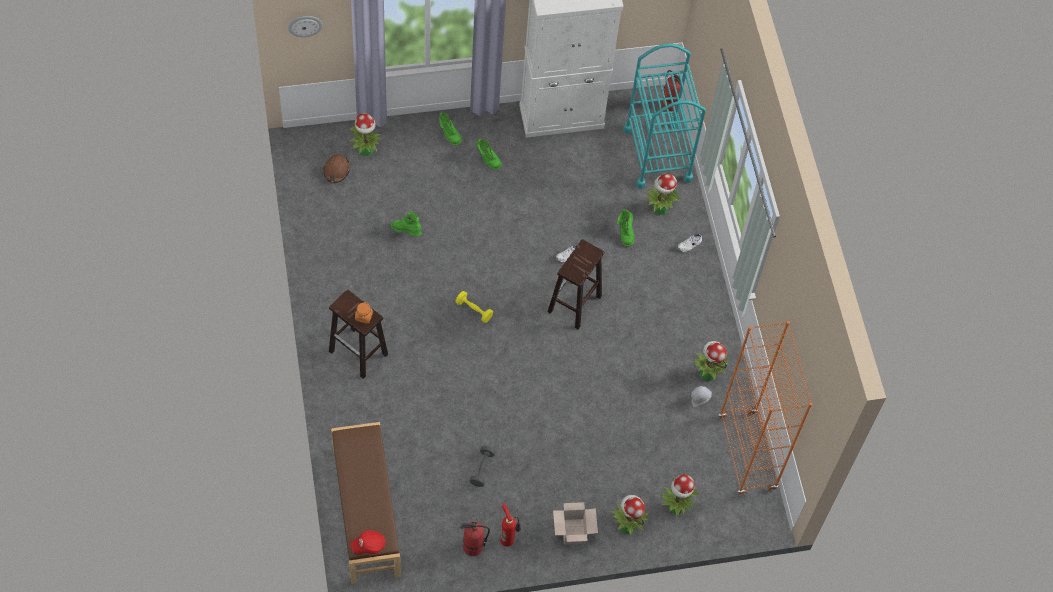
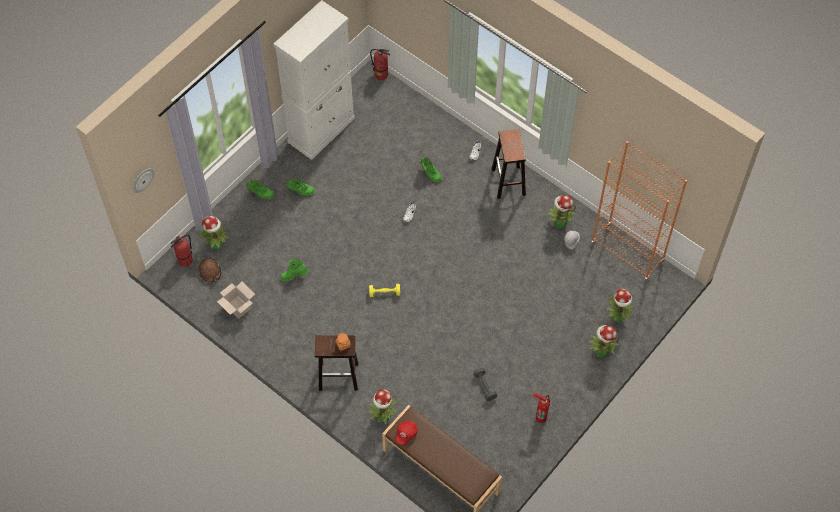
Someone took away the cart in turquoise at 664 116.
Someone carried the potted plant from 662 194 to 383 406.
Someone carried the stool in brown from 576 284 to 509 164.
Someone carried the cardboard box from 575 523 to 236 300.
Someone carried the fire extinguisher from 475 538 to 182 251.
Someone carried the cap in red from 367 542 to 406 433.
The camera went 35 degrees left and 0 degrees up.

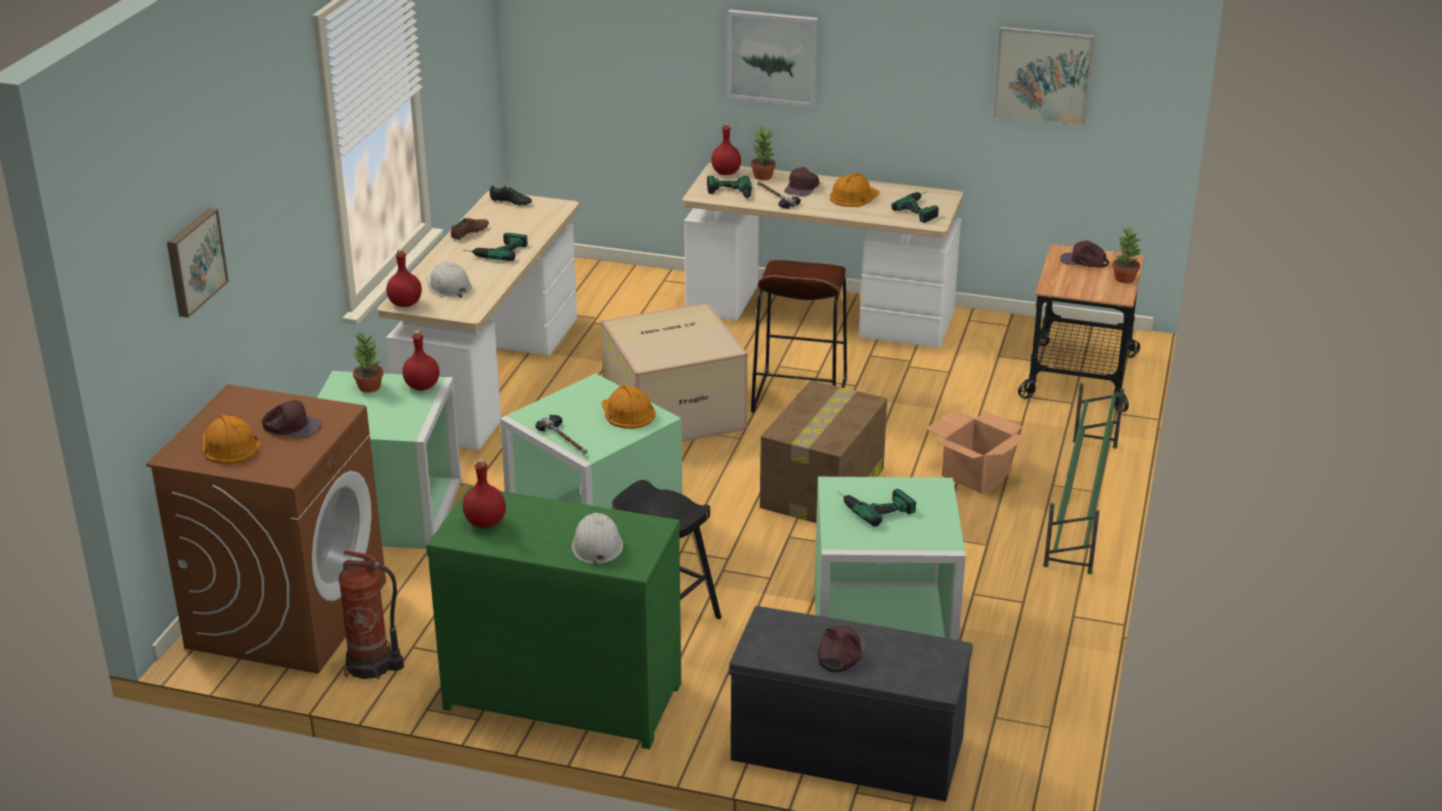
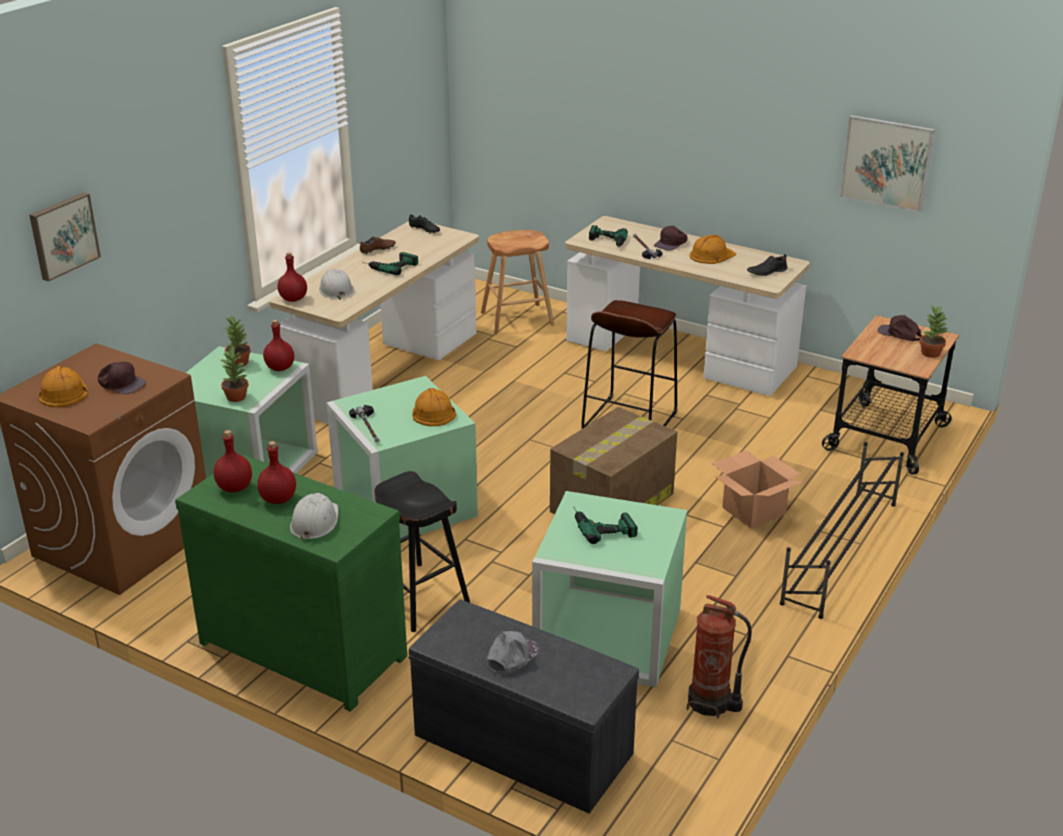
Someone took away the picture at 773 58.
Someone carried the bottle in red from 726 149 to 276 472.
Someone carried the potted plant from 763 152 to 234 374.
Someone swapped the power drill at 915 207 for the shoe in black at 767 265.
Someone took away the cardboard box at 674 372.
Someone repainted the shoe rack in green at 1083 478, which became the shoe rack in black at 842 530.
Someone carried the fire extinguisher from 371 615 to 719 656.
Someone repainted the cap in brown at 842 649, which became the cap in grey at 512 653.
Someone put down the stool in brown at 517 282.
The camera went 15 degrees right and 0 degrees up.

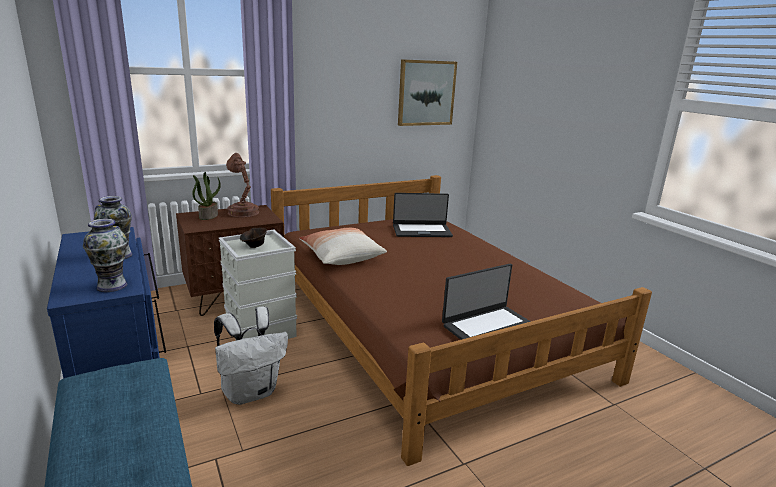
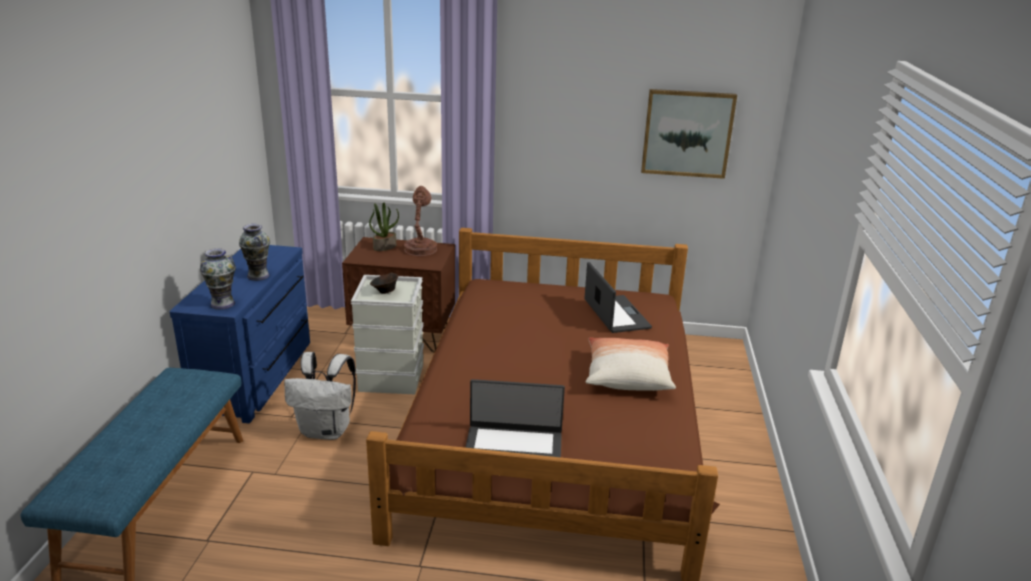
Someone rotated the laptop at 423 215 by 135 degrees counterclockwise.
Someone carried the pillow from 343 246 to 630 364.
The camera went 35 degrees right and 5 degrees up.

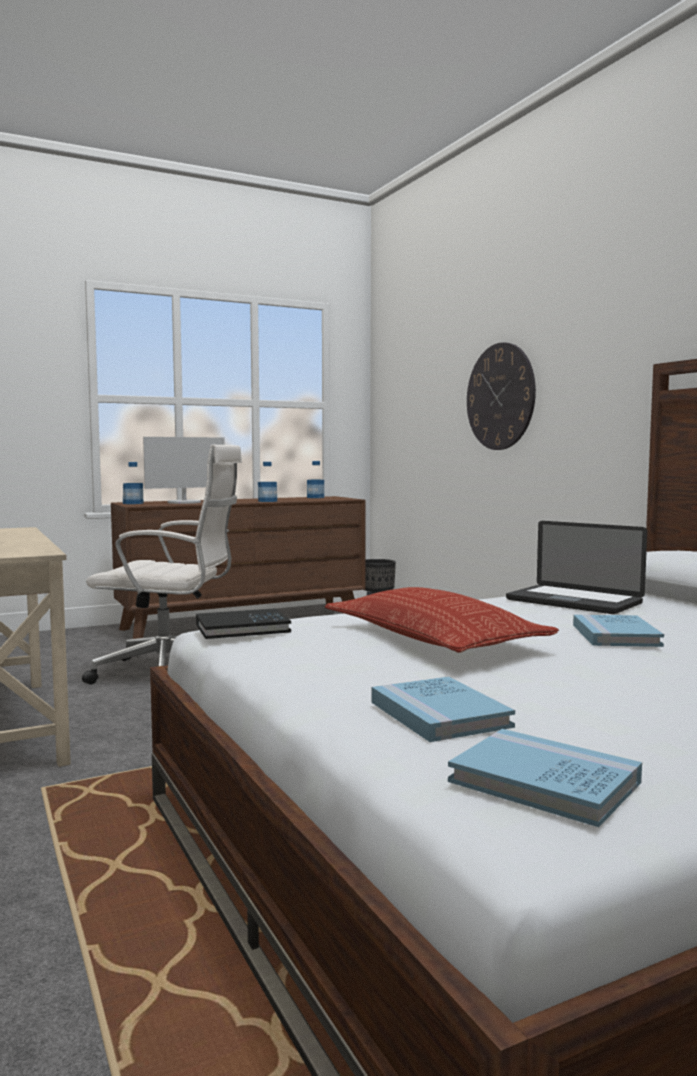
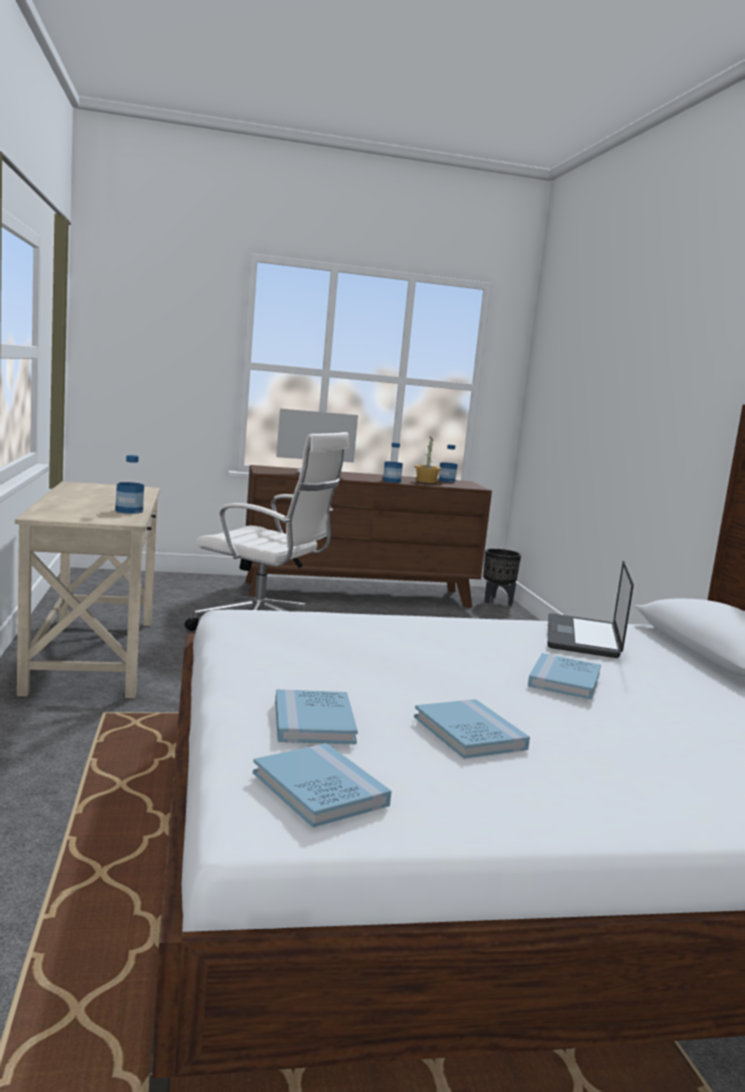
Someone took away the wall clock at 501 396.
Someone carried the bottle from 133 483 to 129 484.
Someone rotated the laptop at 576 567 by 45 degrees clockwise.
Someone took away the pillow at 442 620.
Someone took away the book in black at 243 623.
Someone put down the potted plant at 428 459.
Someone put down the book in blue at 472 729.
The camera went 15 degrees right and 5 degrees up.

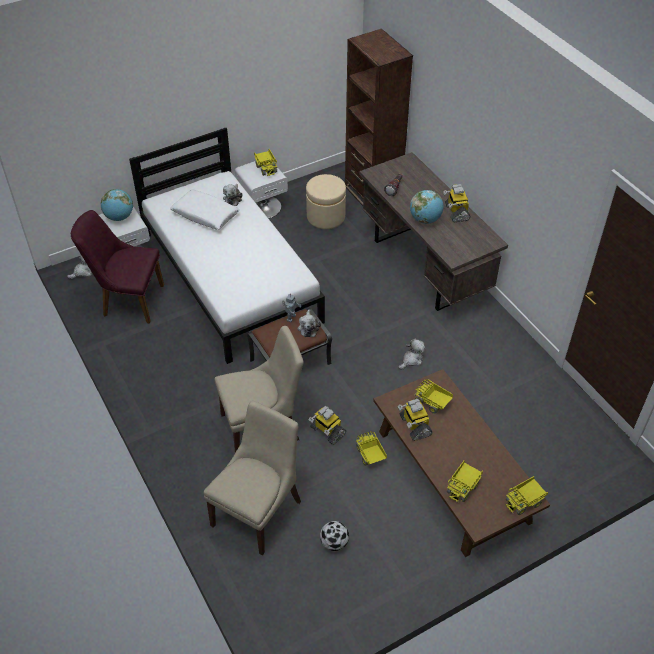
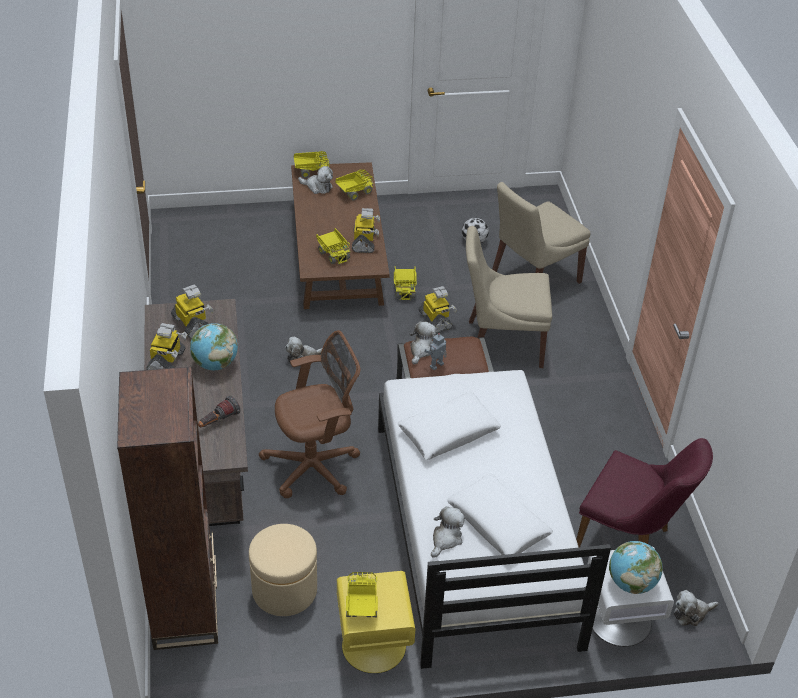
Someone repainted the nightstand in white at 261 190, which became the nightstand in yellow at 376 622.
Someone put down the plush toy at 315 180.
Someone put down the toy robot at 192 312.
Someone put down the office chair in brown at 309 414.
Someone put down the pillow in white at 449 426.
The camera went 160 degrees left and 5 degrees down.

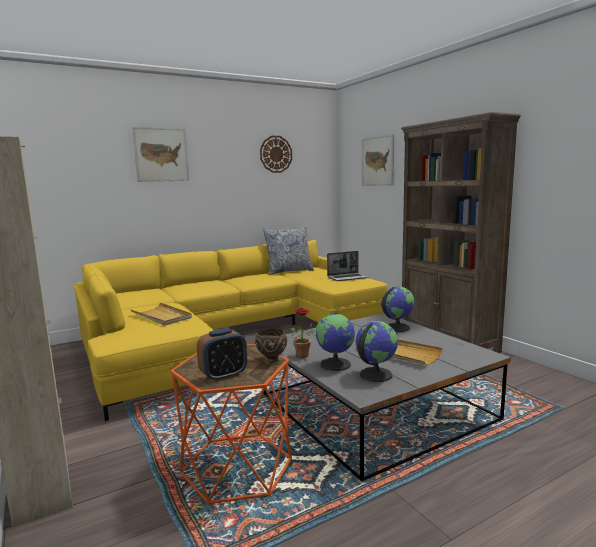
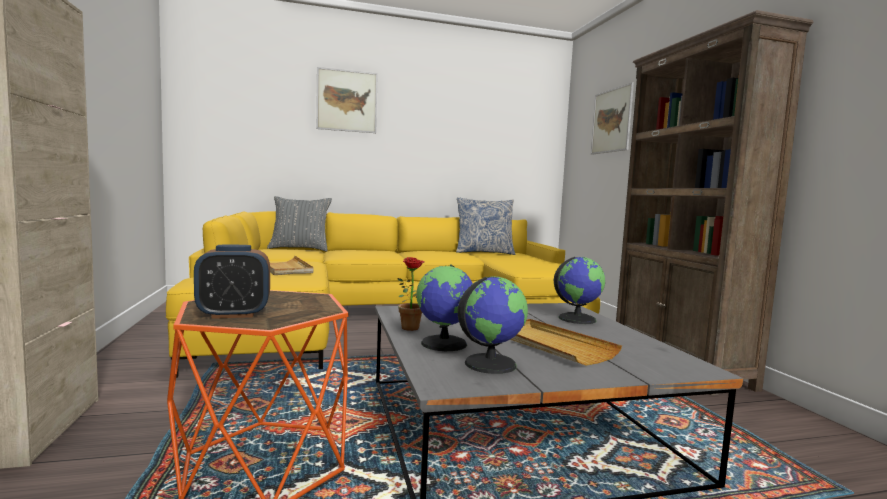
Someone took away the wall clock at 276 154.
Someone took away the laptop at 347 266.
Someone took away the bowl in brown at 271 345.
Someone put down the pillow in grey at 299 223.
The camera went 15 degrees right and 5 degrees down.

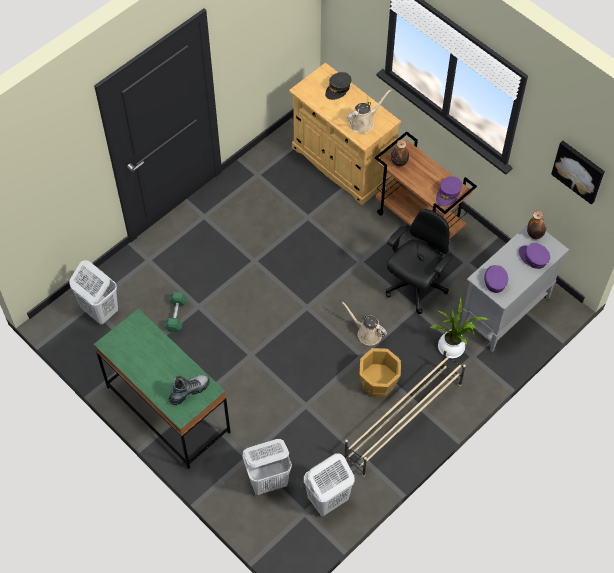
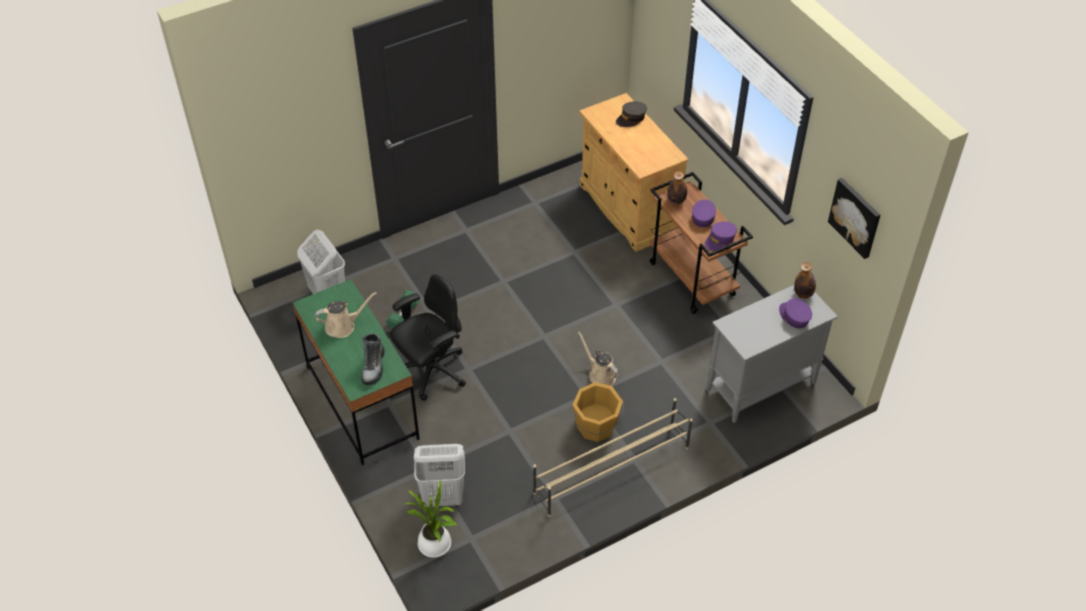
Someone carried the watering can in beige from 369 111 to 346 315.
Someone carried the office chair in black from 419 261 to 428 337.
Someone carried the cap in purple from 496 279 to 704 213.
Someone carried the potted plant from 460 327 to 431 519.
Someone rotated the boot at 189 389 by 120 degrees clockwise.
Someone took away the laundry basket in white at 329 484.
The camera went 15 degrees right and 10 degrees down.

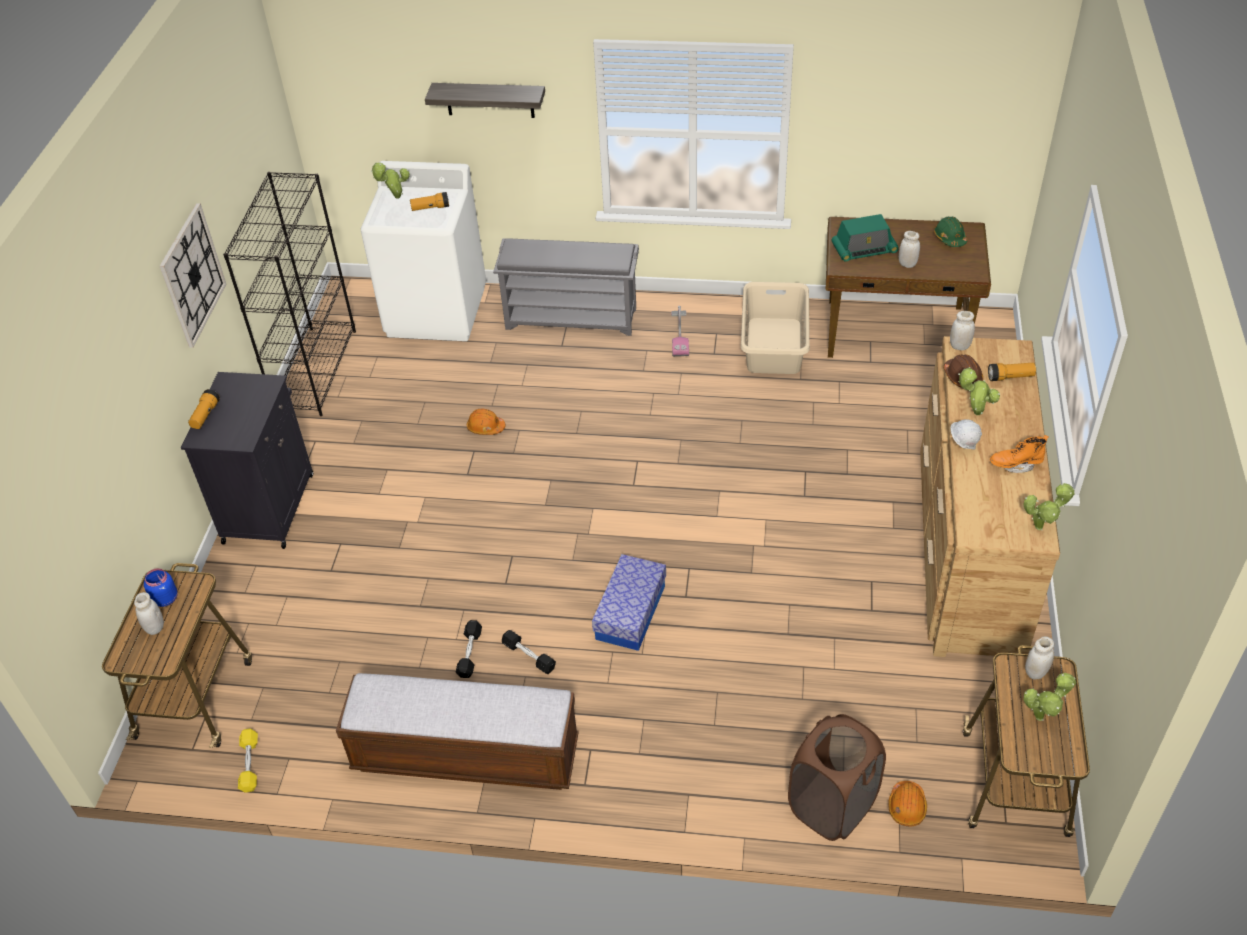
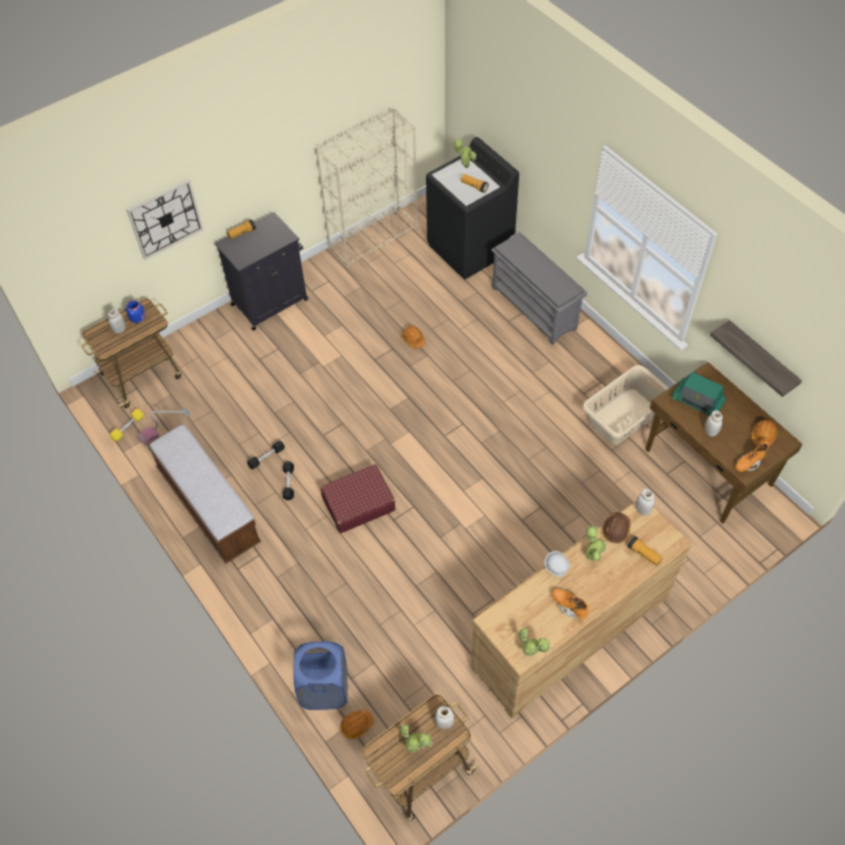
Someone carried the shelf from 485 100 to 756 358.
Someone repainted the washing machine in white at 423 251, which became the washing machine in black at 472 208.
Someone repainted the bookcase in black at 289 294, which became the bookcase in beige at 366 188.
Someone carried the wall clock from 193 275 to 164 219.
Someone repainted the hard hat in green at 950 232, which became the hard hat in orange at 764 433.
Someone carried the vacuum cleaner from 680 331 to 164 426.
Someone swapped the storage box at 629 602 for the suitcase in red at 358 498.
Someone repainted the laundry basket in brown at 837 777, which became the laundry basket in blue at 321 675.
Someone put down the boot in orange at 752 456.
The camera went 45 degrees right and 10 degrees up.

